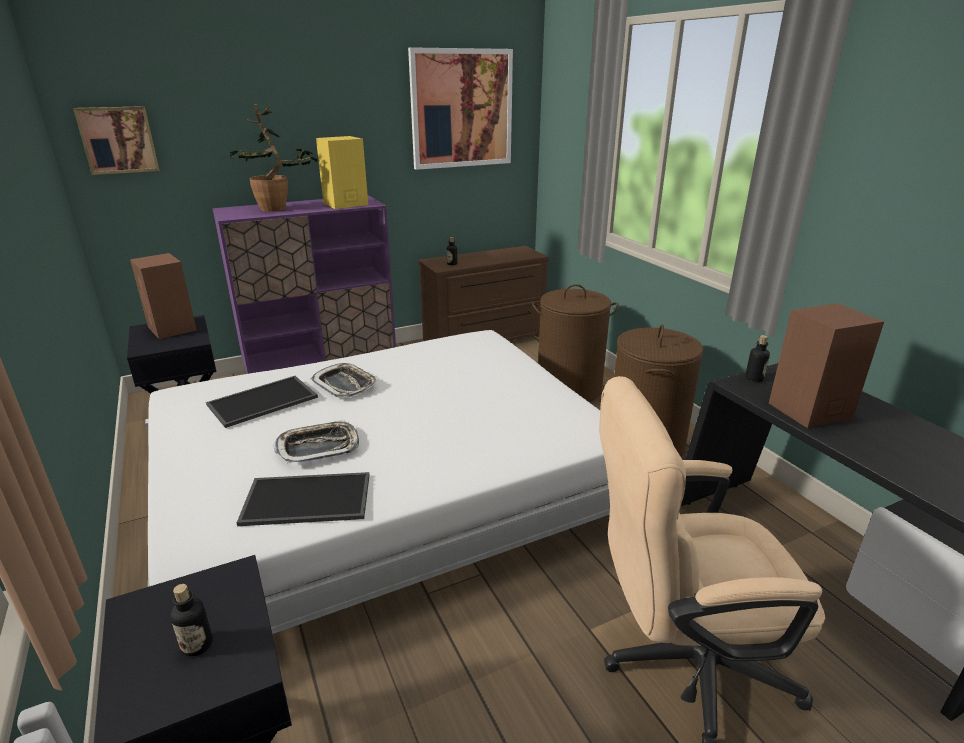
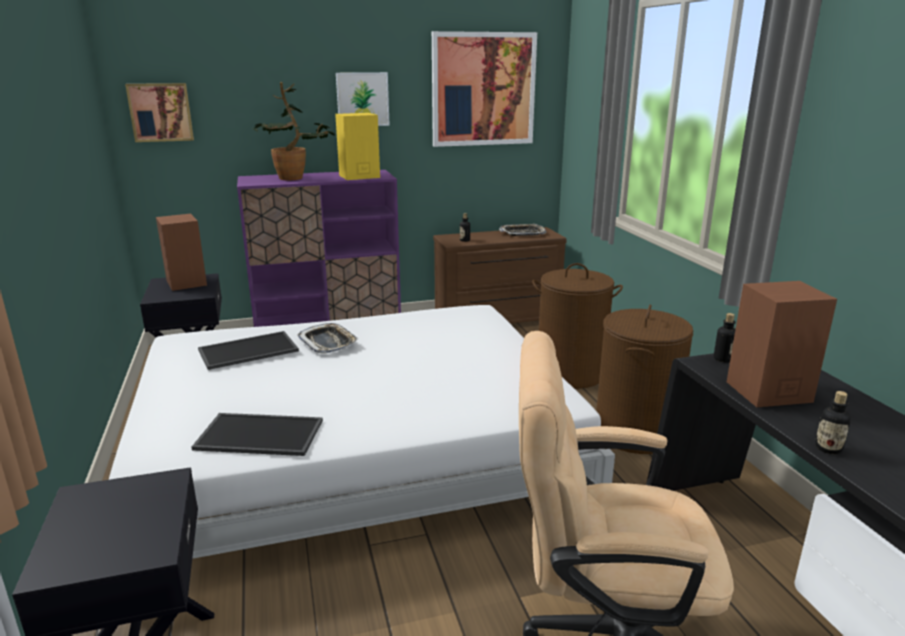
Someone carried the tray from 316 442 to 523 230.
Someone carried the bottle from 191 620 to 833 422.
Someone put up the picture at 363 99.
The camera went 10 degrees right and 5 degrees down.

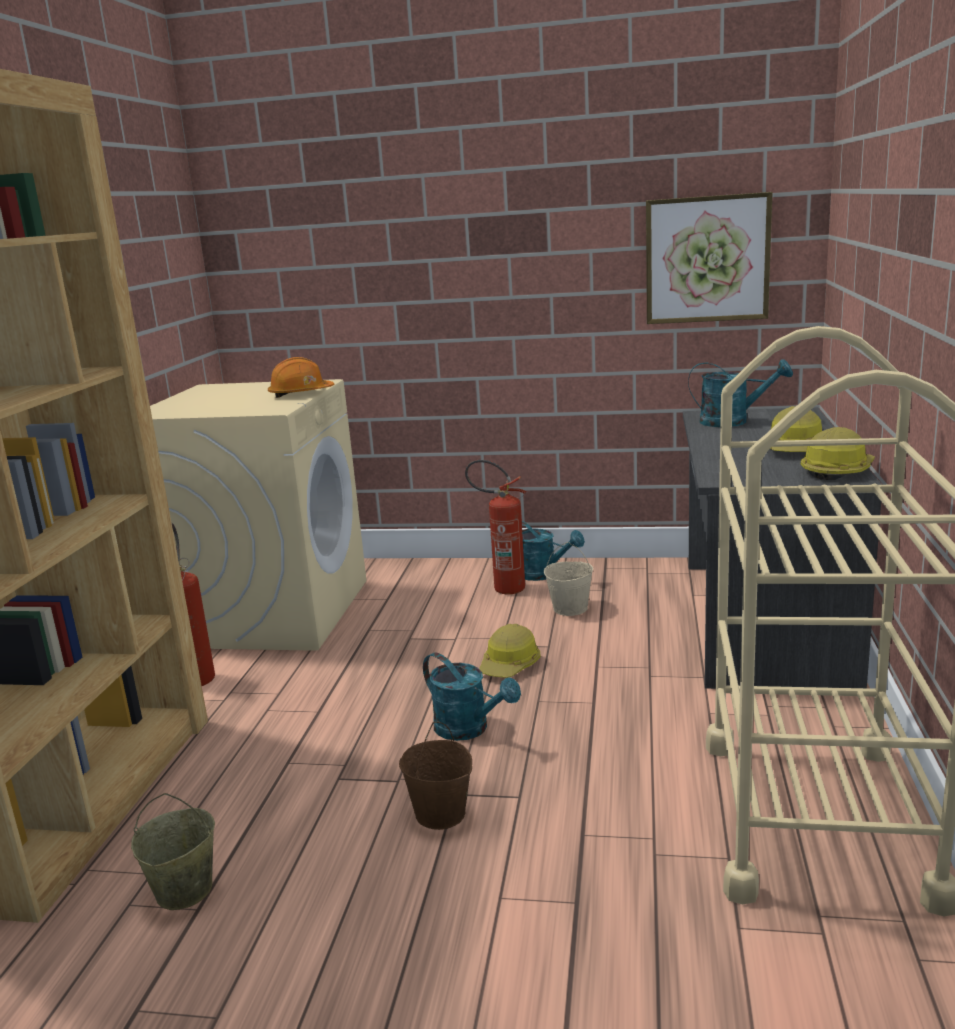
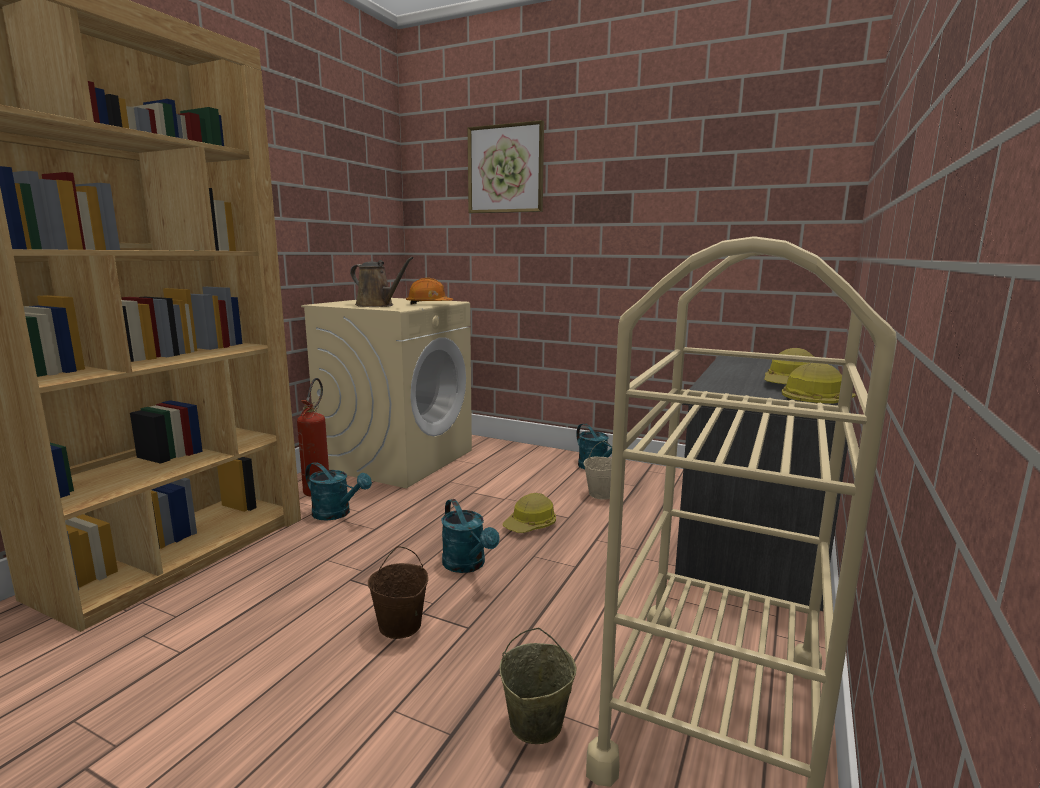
Someone carried the picture from 709 258 to 506 166.
Someone carried the watering can in turquoise from 740 393 to 338 491.
Someone took away the fire extinguisher at 495 527.
Someone carried the bucket in beige from 173 851 to 538 686.
Someone put down the watering can in brown at 381 282.
The camera went 15 degrees right and 5 degrees down.

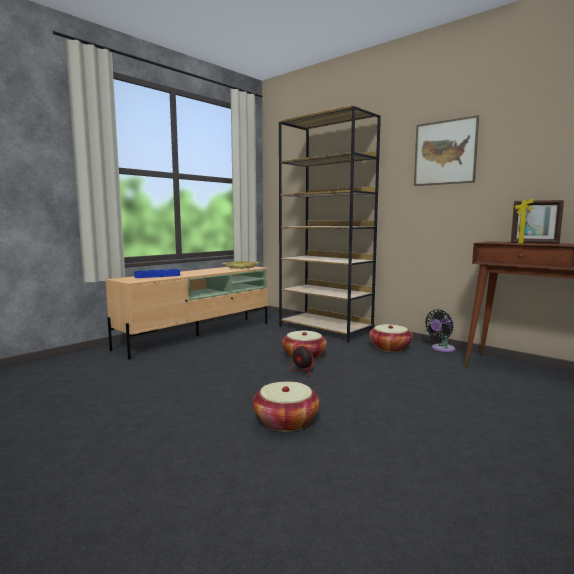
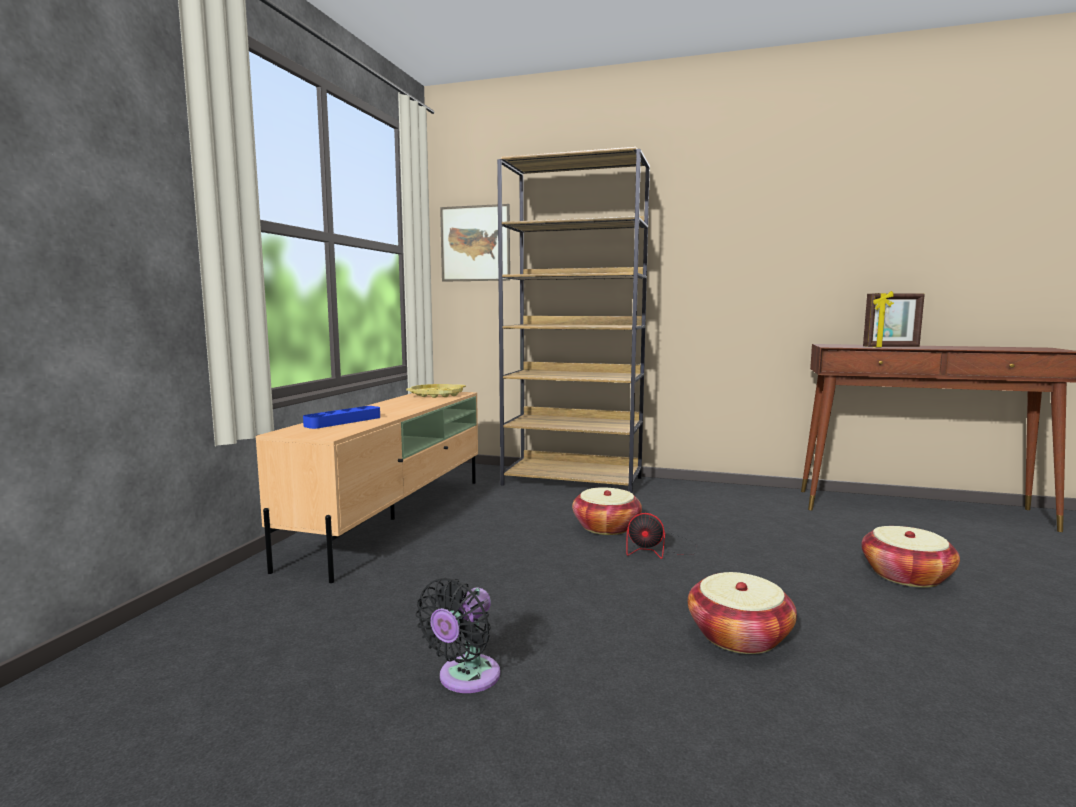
Someone carried the picture from 446 150 to 475 243.
Someone carried the fan in black from 440 330 to 458 635.
Someone carried the basket from 391 338 to 910 557.
The camera went 25 degrees left and 0 degrees up.

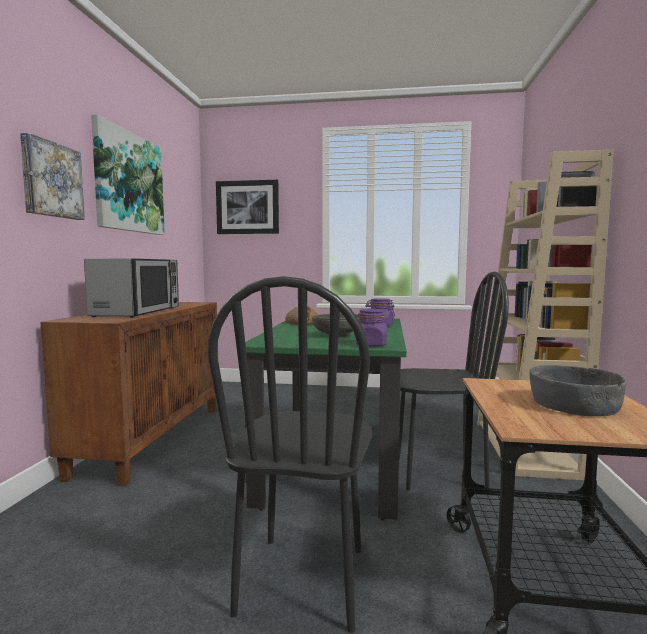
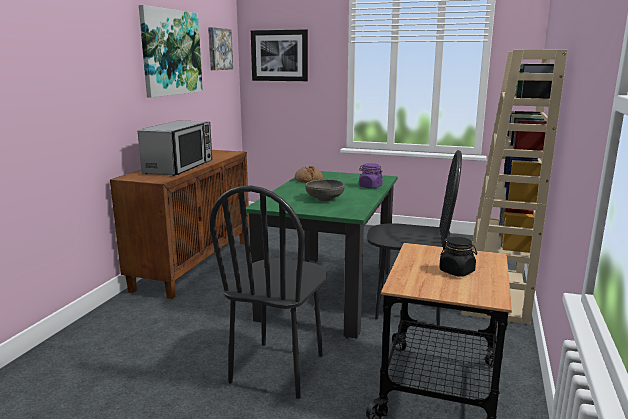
Someone carried the picture from 52 176 to 220 48.
Someone took away the jar in purple at 371 328.
Someone swapped the bowl in grey at 577 390 for the jar in black at 458 257.
The camera went 10 degrees right and 10 degrees up.

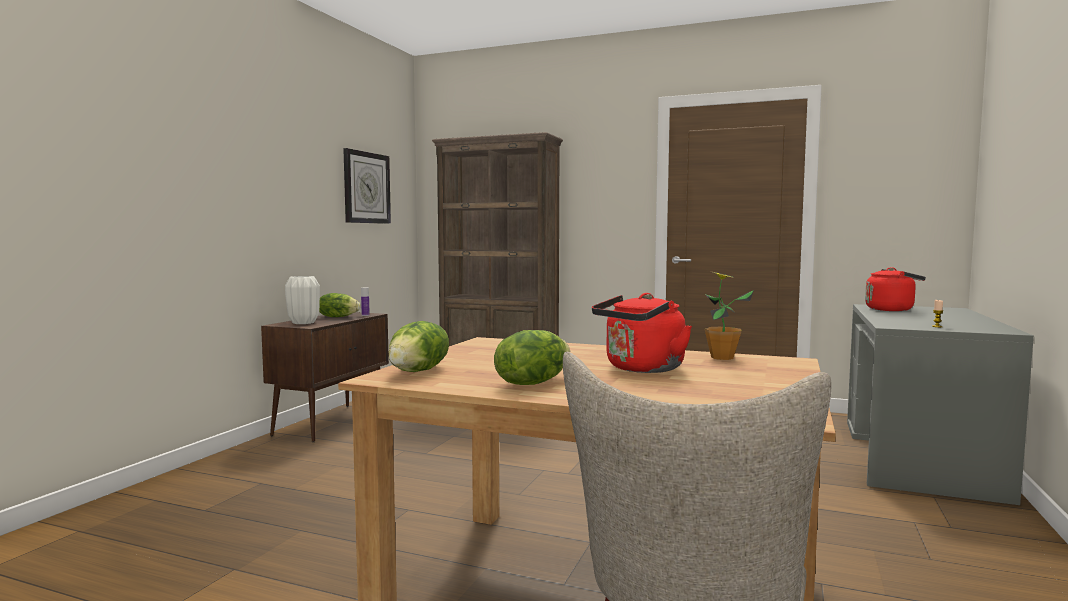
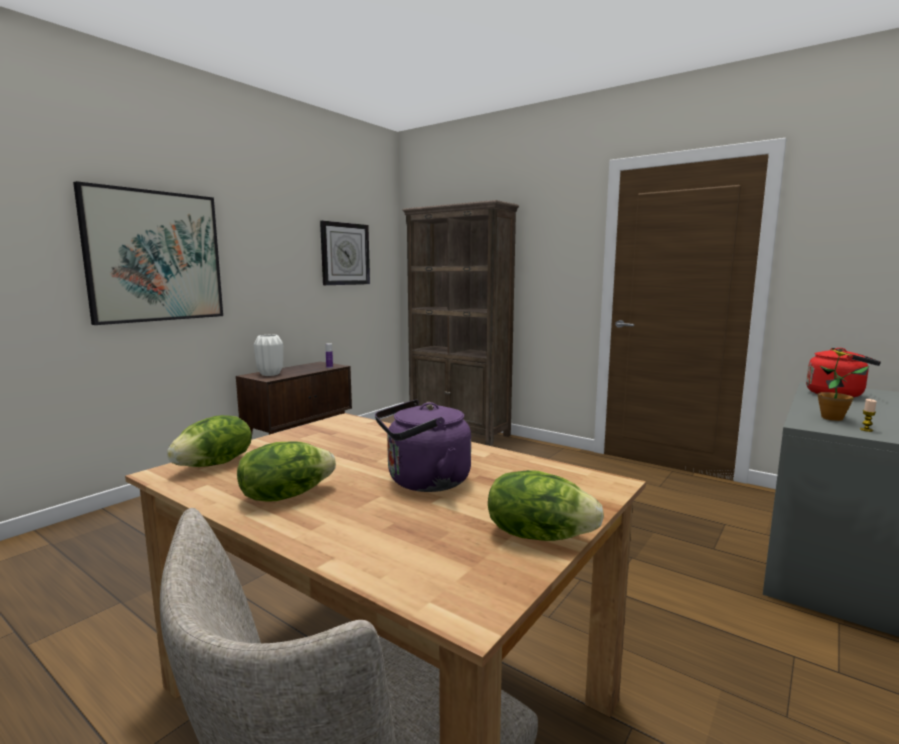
Someone carried the potted plant from 729 316 to 843 385.
Someone carried the lettuce from 339 305 to 546 505.
Someone repainted the kettle in red at 642 333, which became the kettle in purple at 423 445.
Someone put up the picture at 148 253.
The camera went 15 degrees right and 5 degrees up.

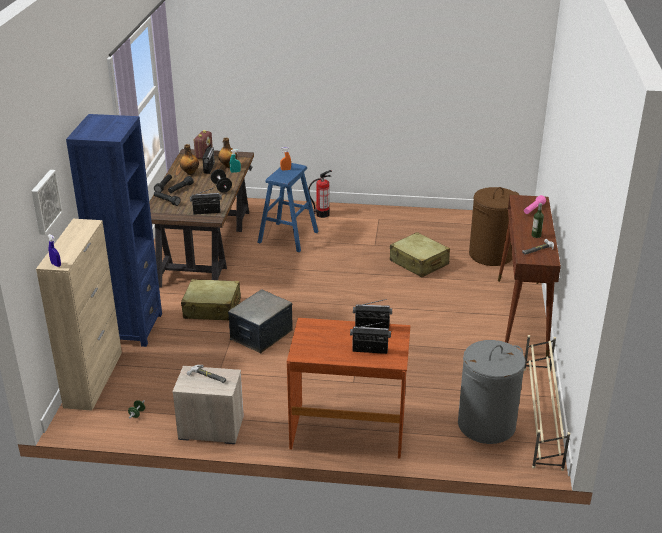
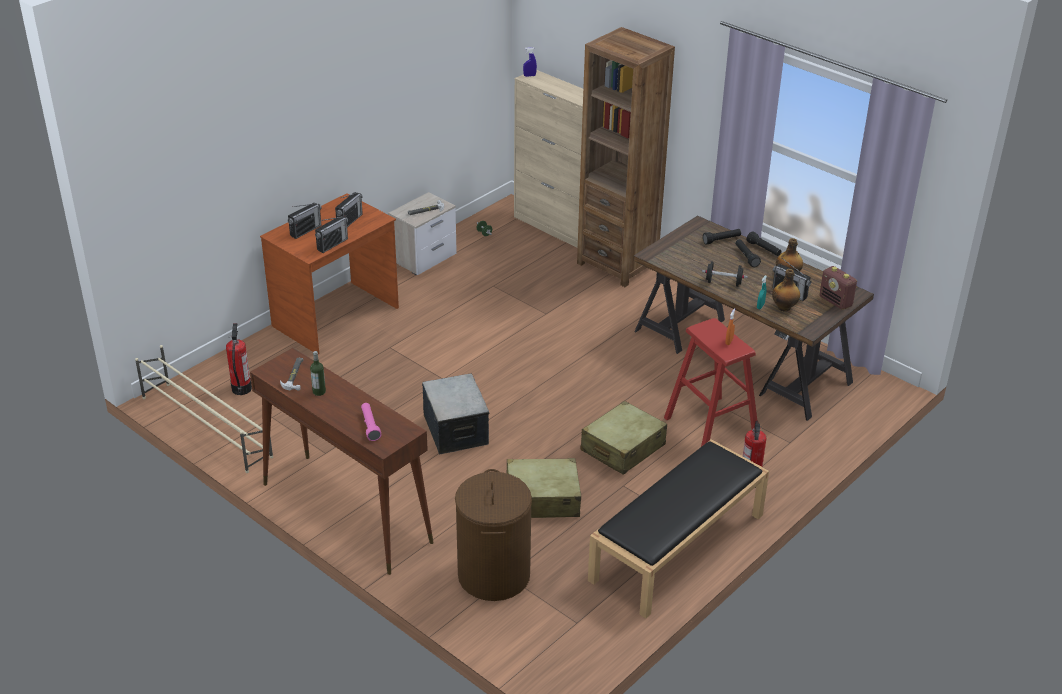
Someone repainted the bookcase in blue at 114 230, which became the bookcase in brown at 626 157.
Someone repainted the stool in blue at 287 207, which became the stool in red at 710 382.
Someone took away the picture at 47 202.
Someone carried the radio from 206 201 to 349 209.
Someone carried the suitcase in beige from 211 300 to 624 438.
Someone carried the storage box from 260 321 to 455 414.
Someone swapped the laundry basket in grey at 491 392 for the fire extinguisher at 239 359.
Someone put down the bench in black at 678 528.
The camera went 125 degrees right and 5 degrees up.

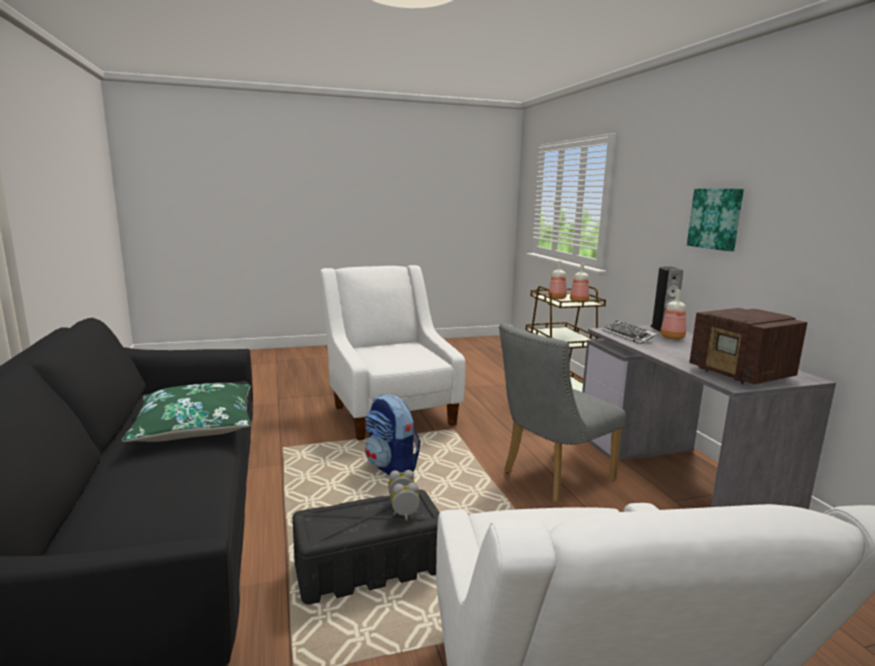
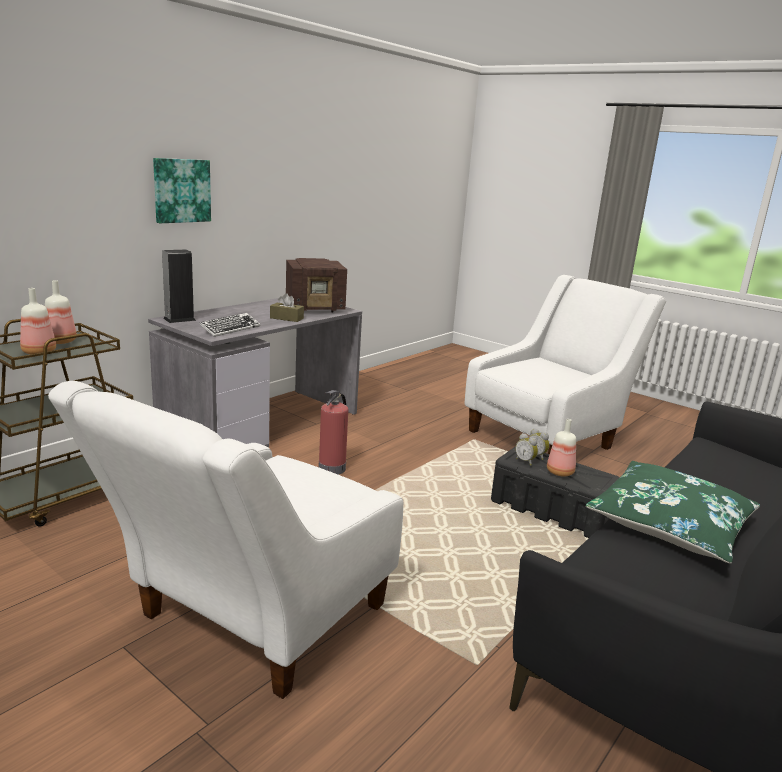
Someone carried the bottle from 673 314 to 561 448.
Someone rotated the radio at 748 346 by 45 degrees clockwise.
Someone swapped the chair in grey at 562 413 for the fire extinguisher at 333 432.
Someone took away the backpack at 393 434.
Someone put down the tissue box in brown at 287 307.
The camera went 125 degrees left and 5 degrees up.

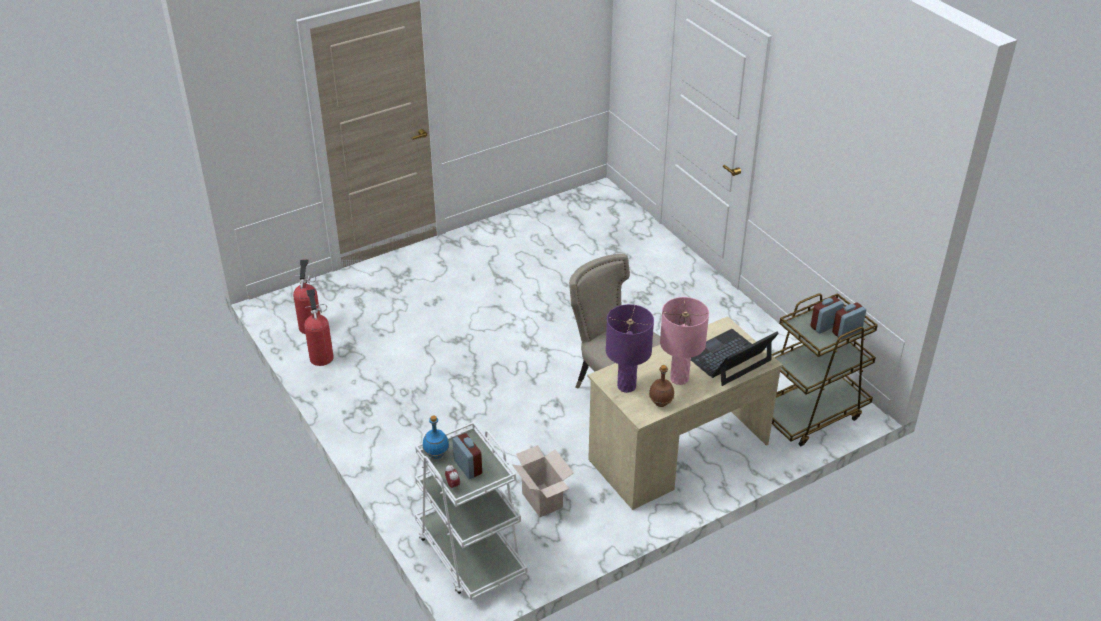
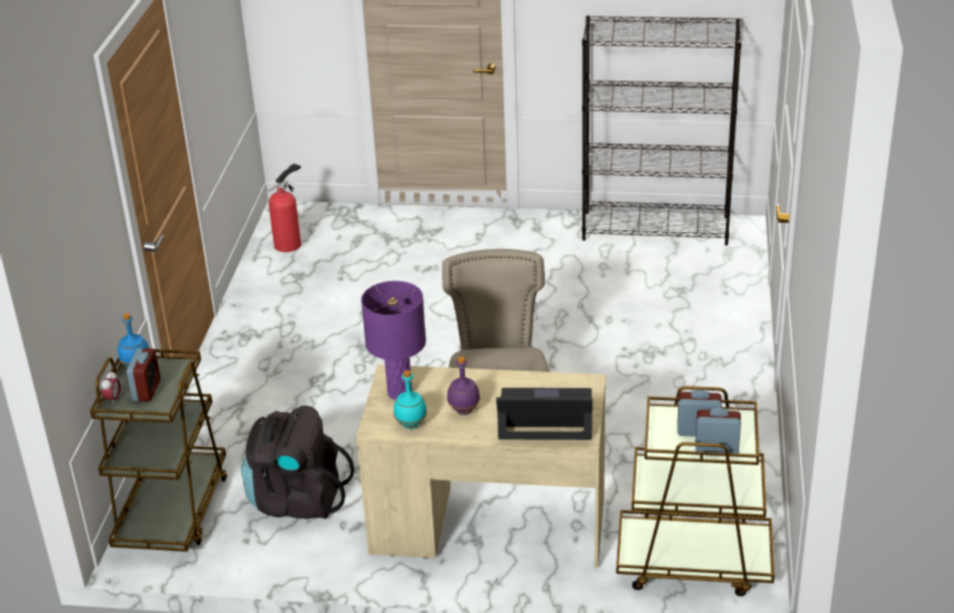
Someone took away the fire extinguisher at 319 327.
Someone swapped the table lamp in pink at 684 341 for the bottle in purple at 463 385.
Someone repainted the bottle in brown at 661 386, which became the bottle in turquoise at 410 399.
Someone repainted the cart in white at 471 511, which became the cart in brown at 159 450.
Someone swapped the cardboard box at 543 481 for the backpack in black at 297 462.
Someone put down the bookcase in black at 662 130.
The camera went 40 degrees right and 5 degrees down.

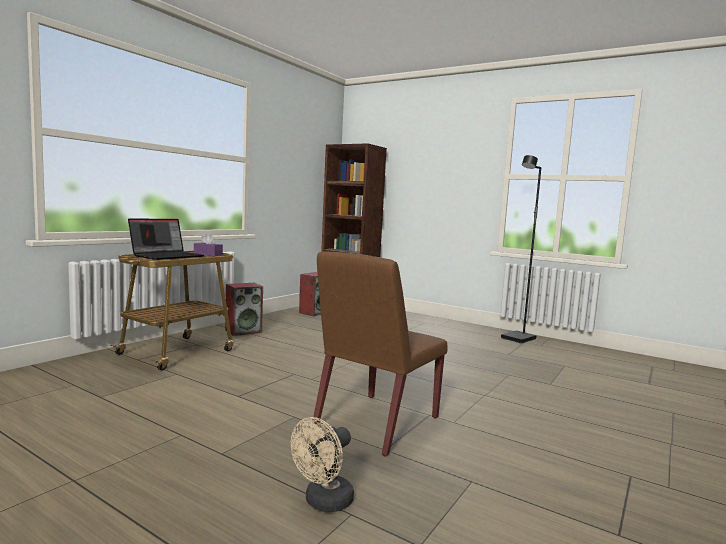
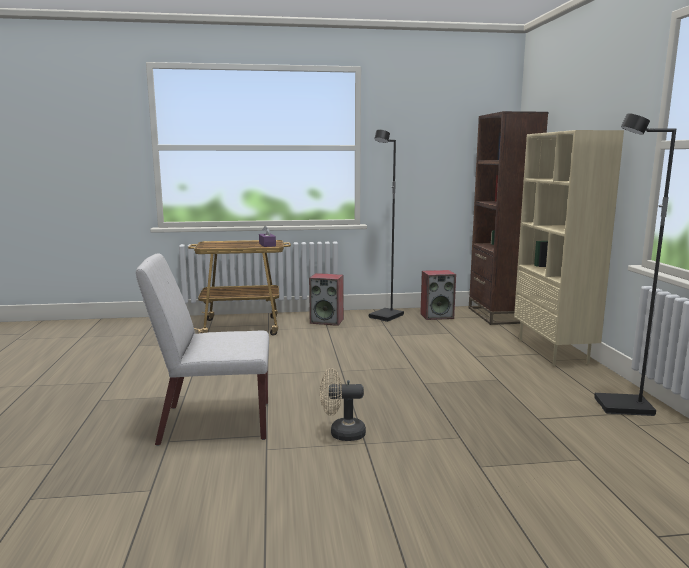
Someone took away the laptop at 166 239.
Someone repainted the chair in brown at 379 354, which became the chair in white at 202 349.
Someone carried the fan in beige from 322 464 to 343 404.
Someone put down the floor lamp in black at 386 226.
Someone put down the bookcase in beige at 569 248.
The camera went 50 degrees right and 5 degrees up.

